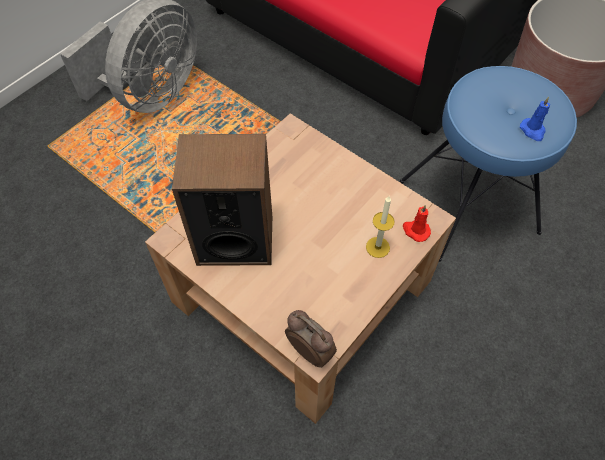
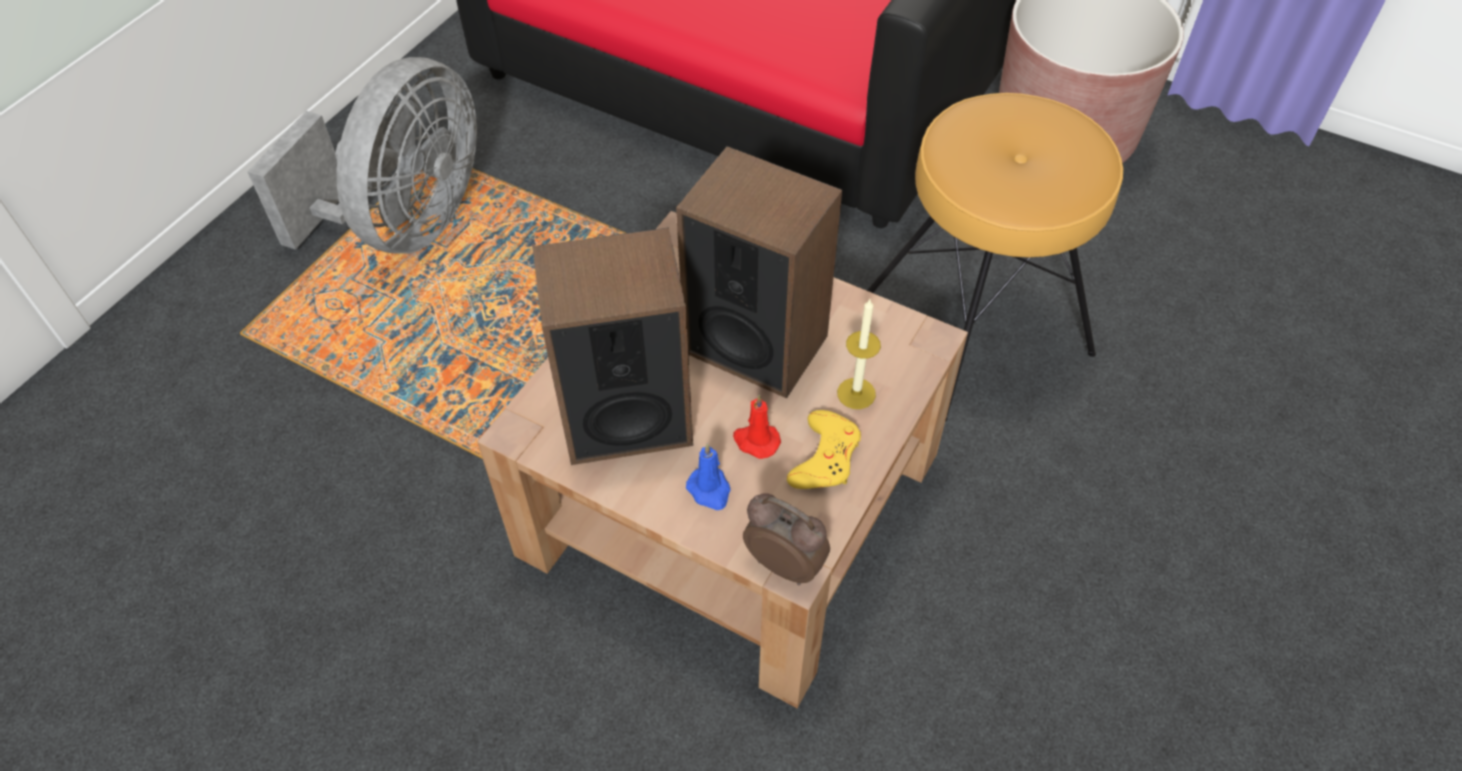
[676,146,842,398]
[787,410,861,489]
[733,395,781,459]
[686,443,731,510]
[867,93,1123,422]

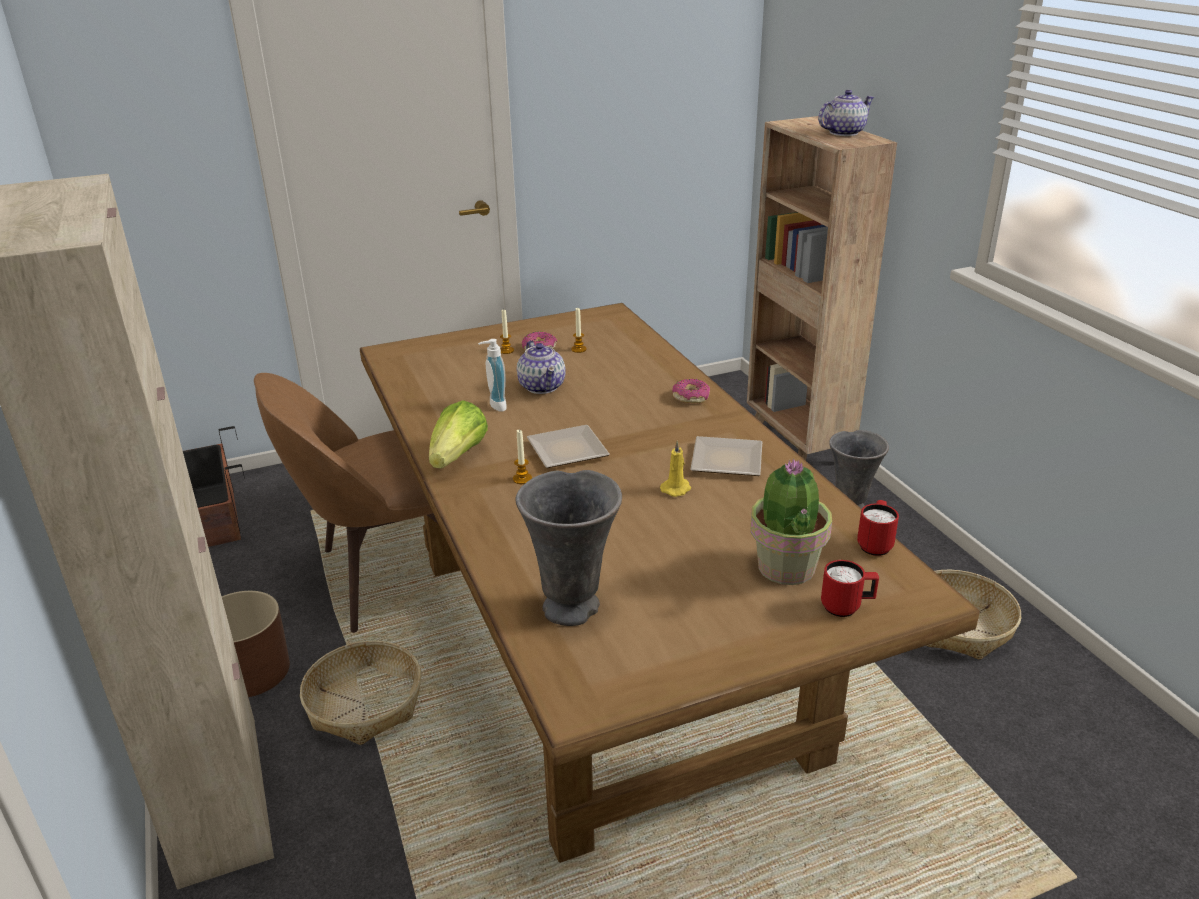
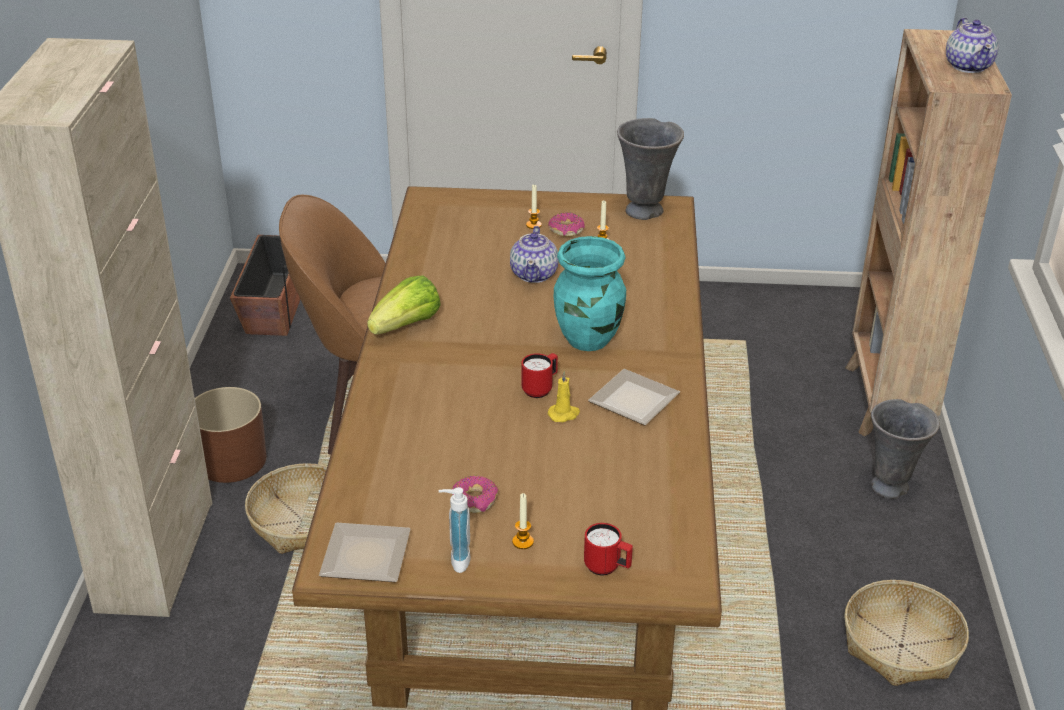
[751,459,832,585] (first image)
[554,236,626,351]
[439,487,471,573]
[512,493,534,549]
[617,118,684,220]
[319,523,411,582]
[452,476,498,514]
[521,353,558,398]
[946,17,999,73]

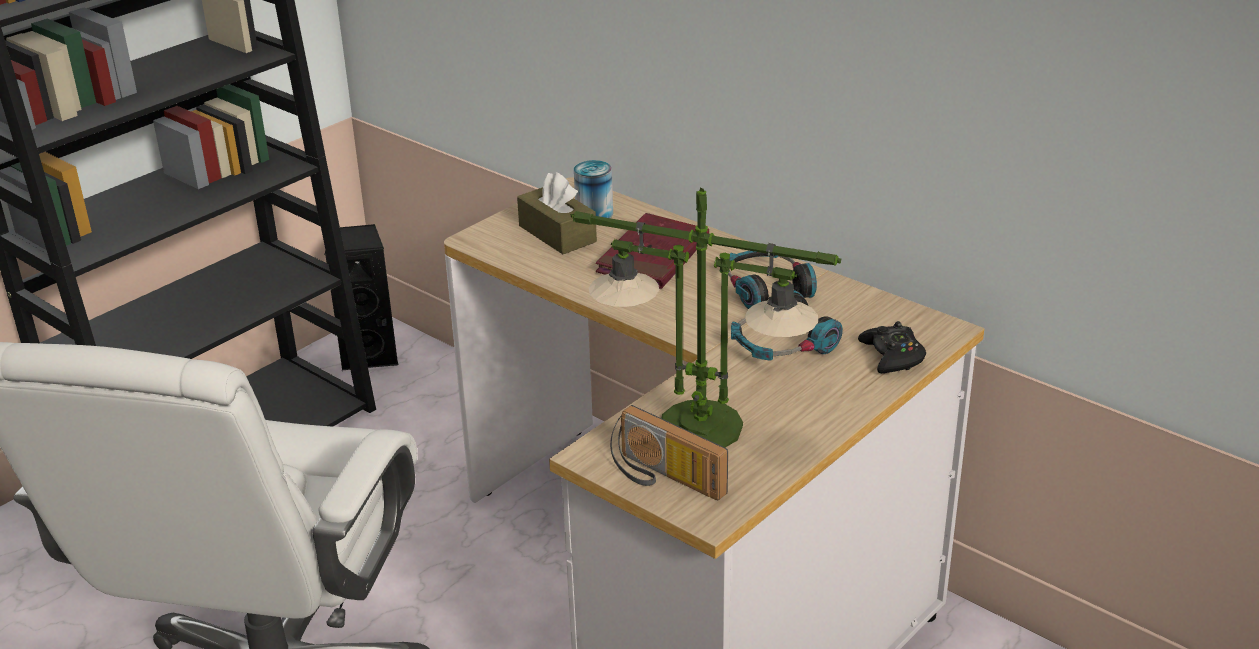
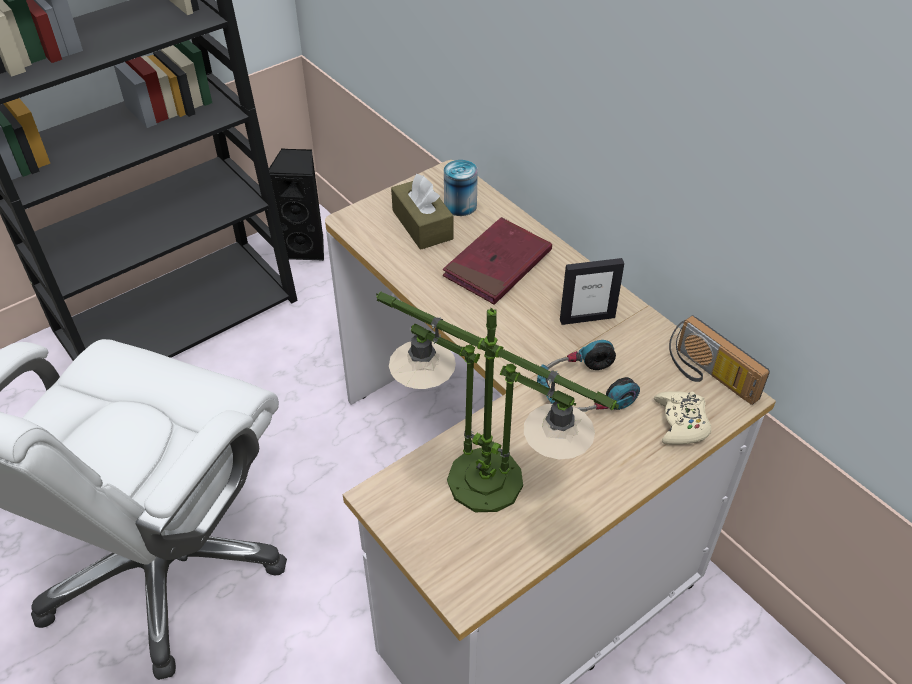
[669,315,770,405]
[560,258,624,325]
[654,391,711,444]

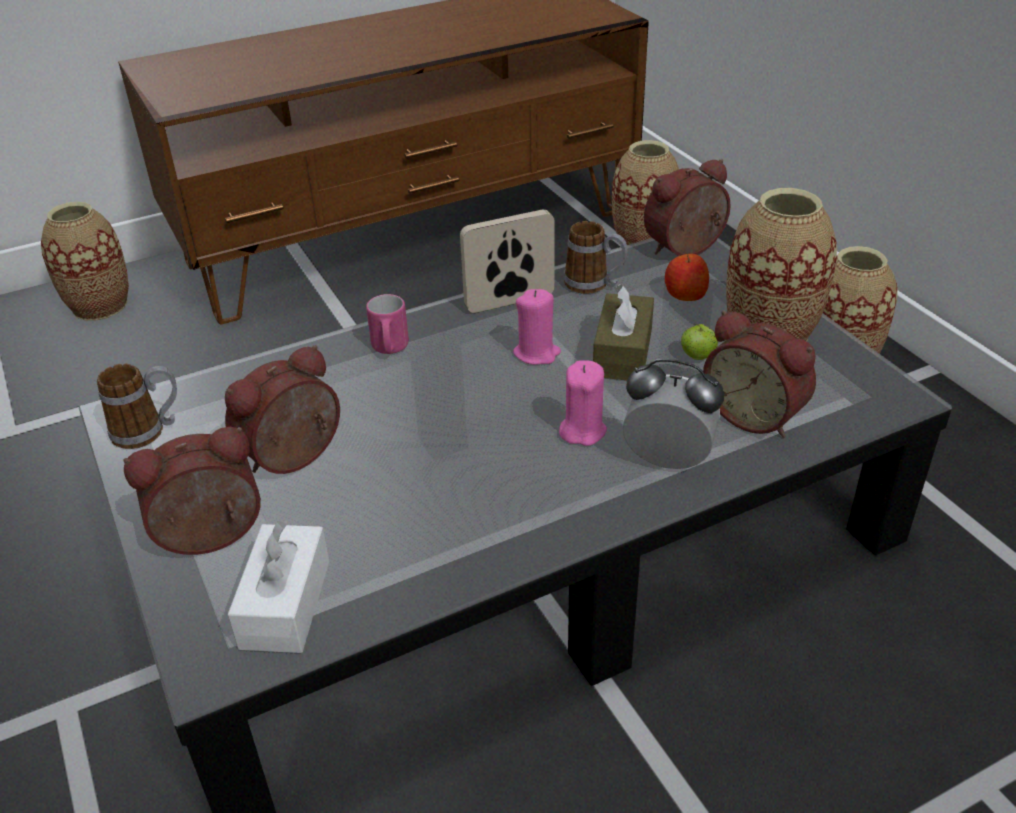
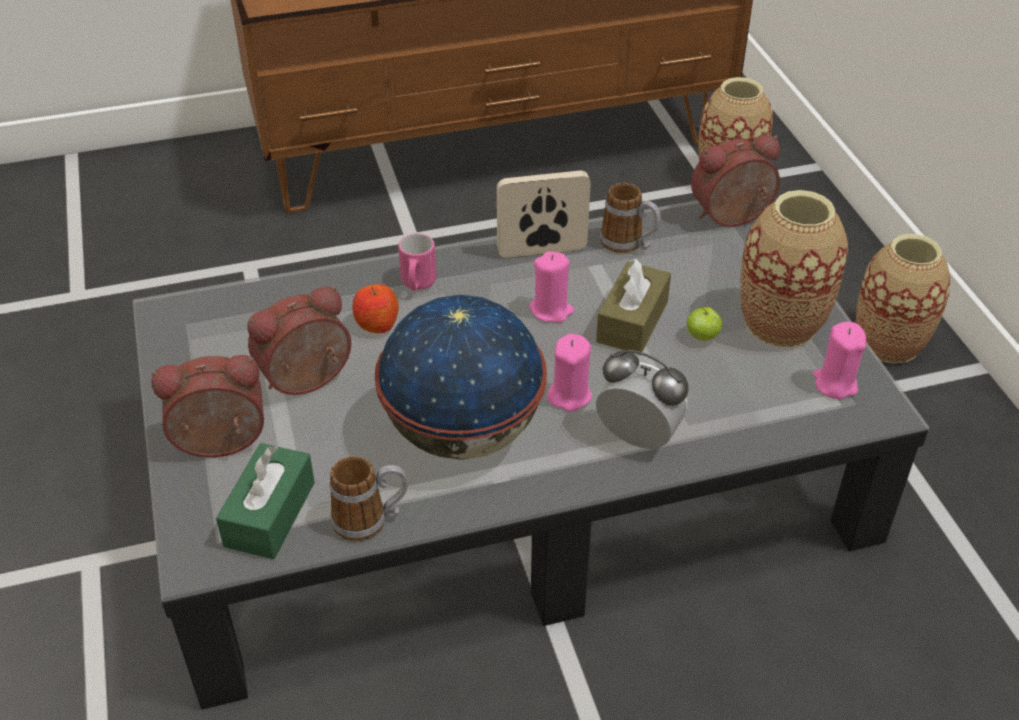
[41,202,129,320] (first image)
[703,310,816,438] (first image)
[375,295,547,460]
[813,322,866,399]
[329,456,407,541]
[352,284,399,333]
[216,443,315,559]

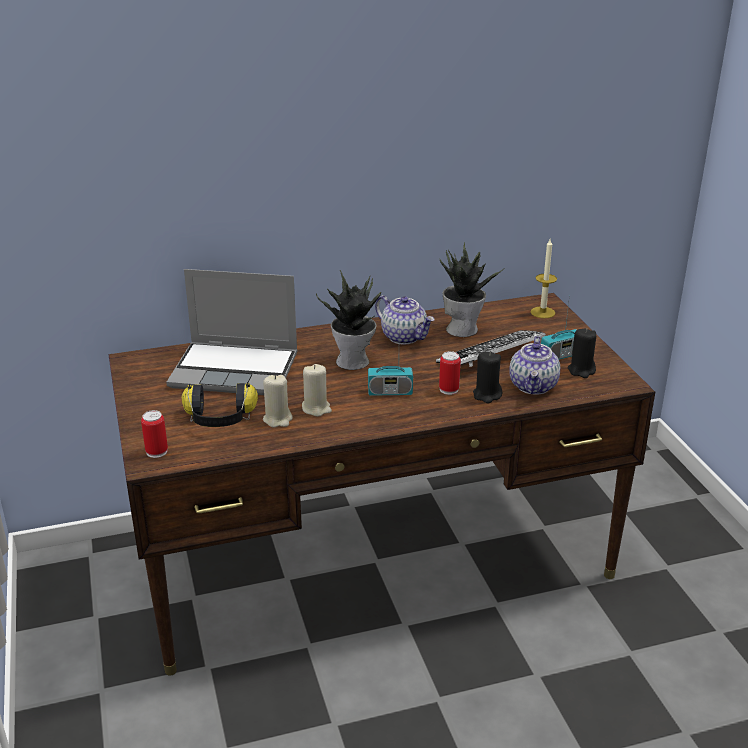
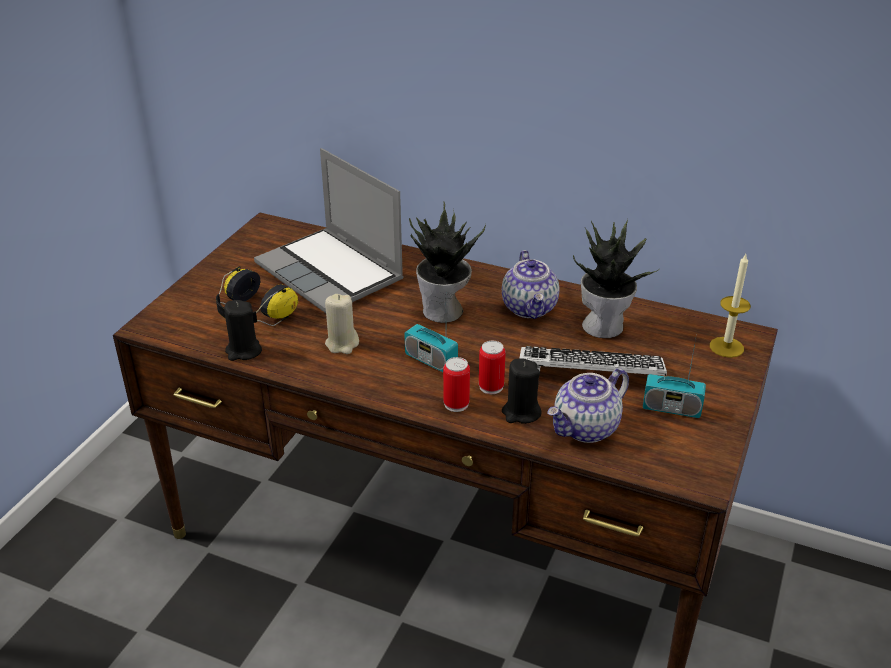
[263,375,293,427] (first image)
[443,357,470,412]
[224,300,262,361]

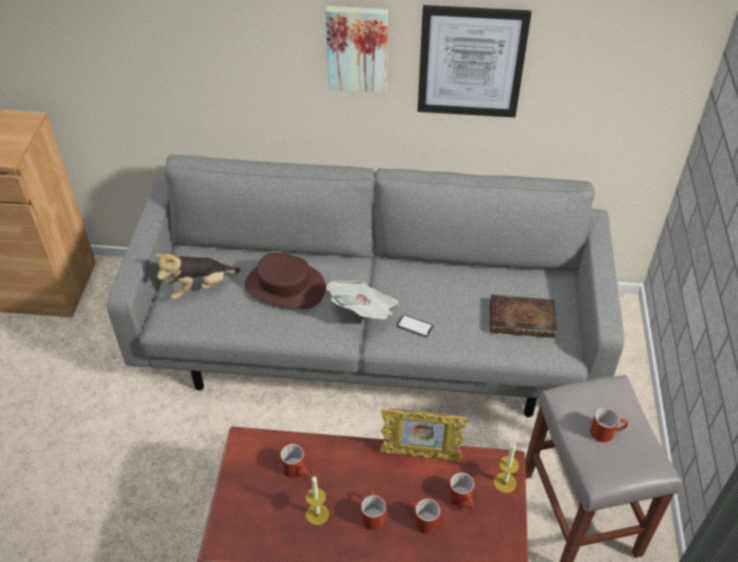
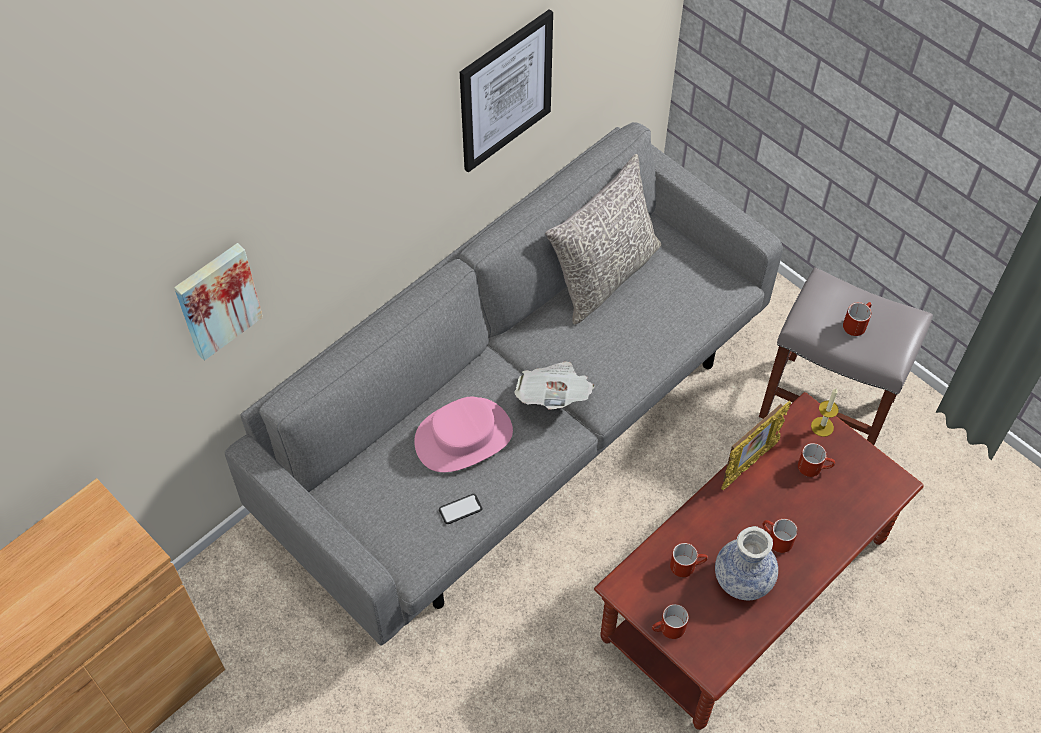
[155,254,241,300] (first image)
[490,295,557,338] (first image)
[545,154,662,325]
[174,243,263,361]
[439,494,483,524]
[652,604,689,639]
[715,526,778,600]
[414,397,513,472]

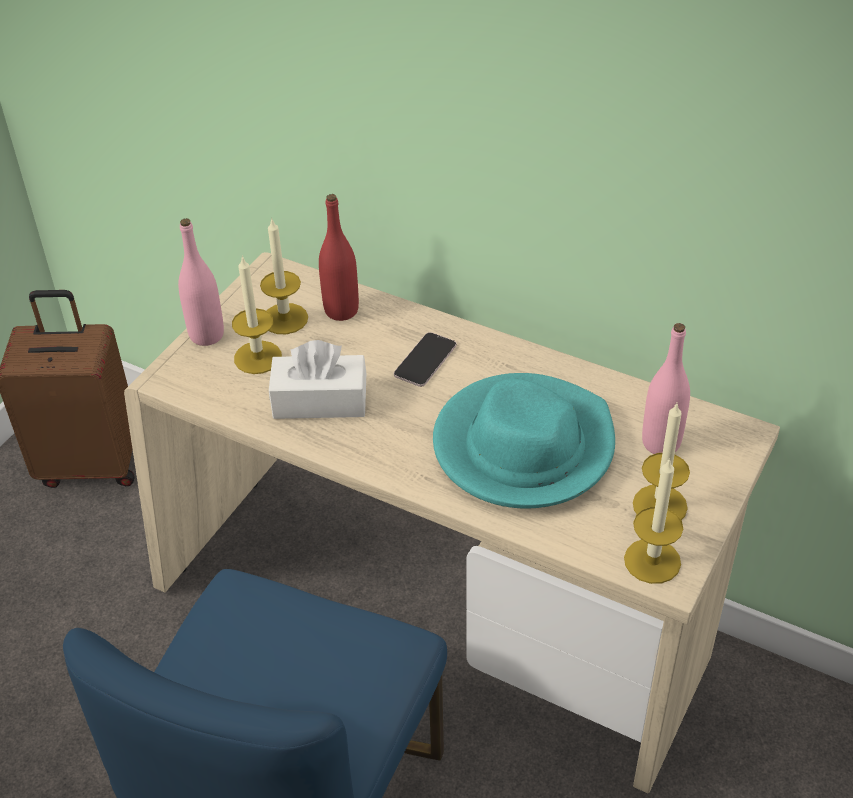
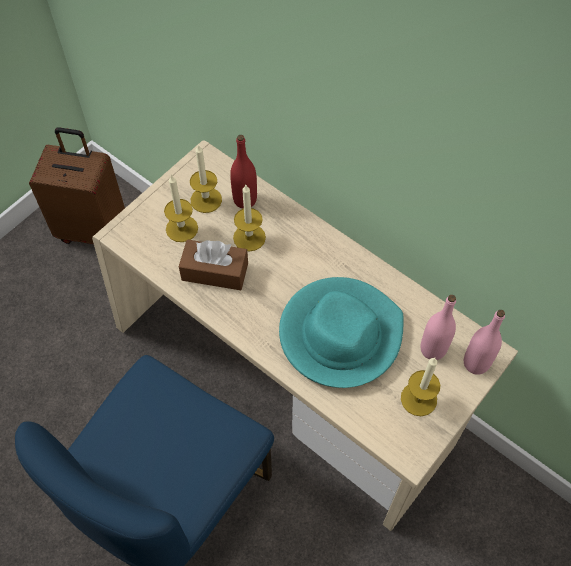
[394,332,456,387] (first image)
[464,310,505,375]
[233,185,266,252]
[179,240,248,290]

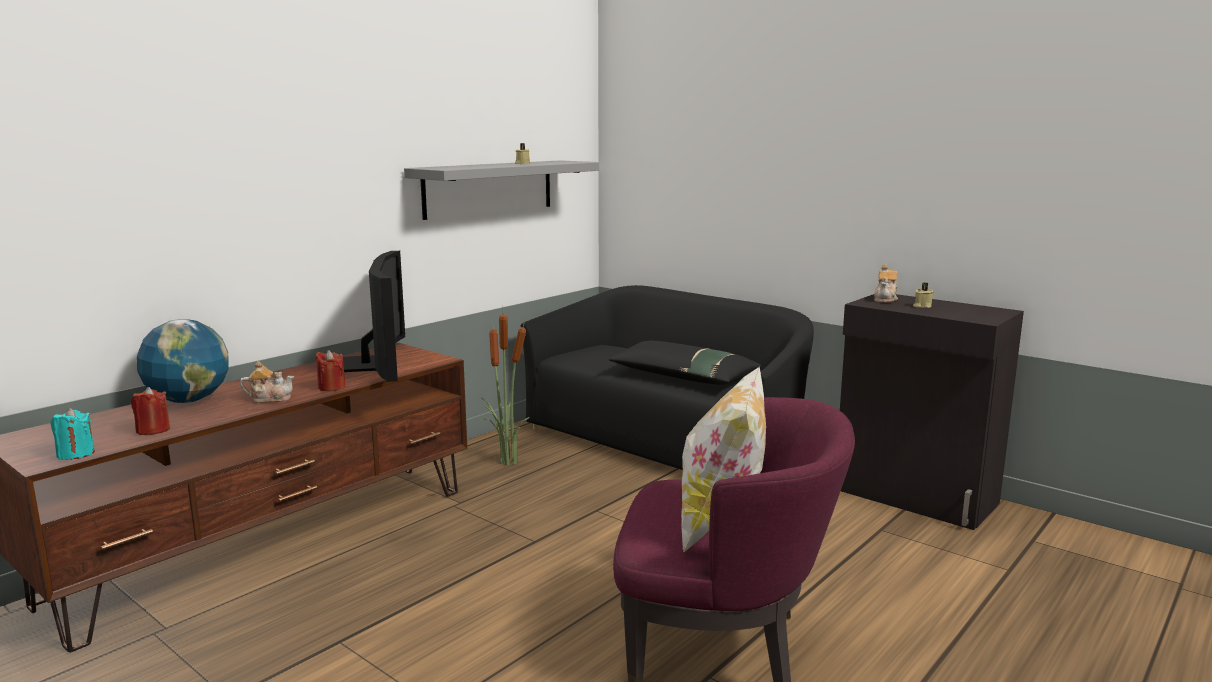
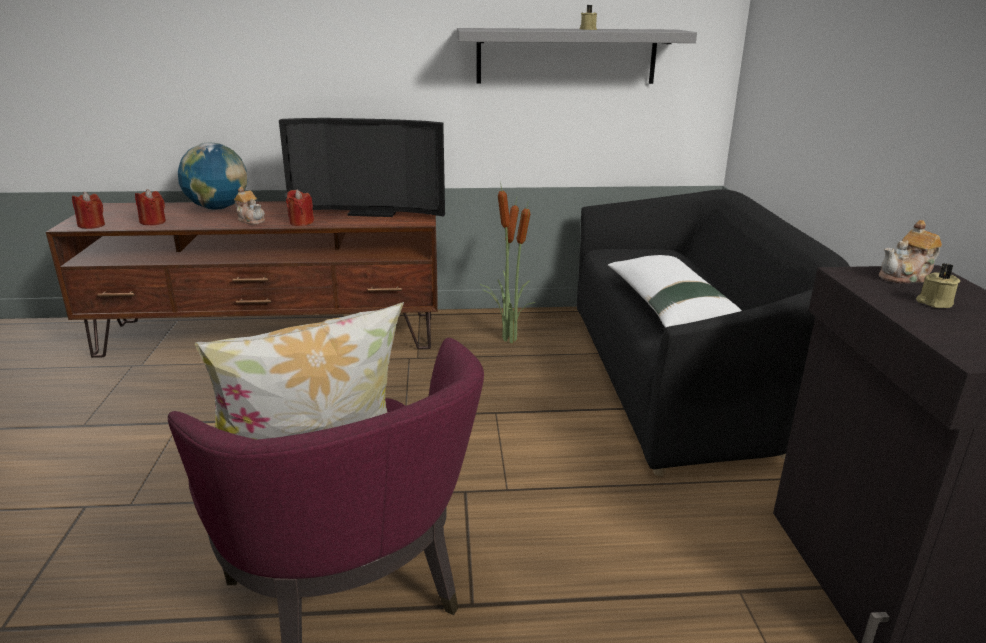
[72,192,105,229]
[608,255,742,328]
[279,118,445,217]

